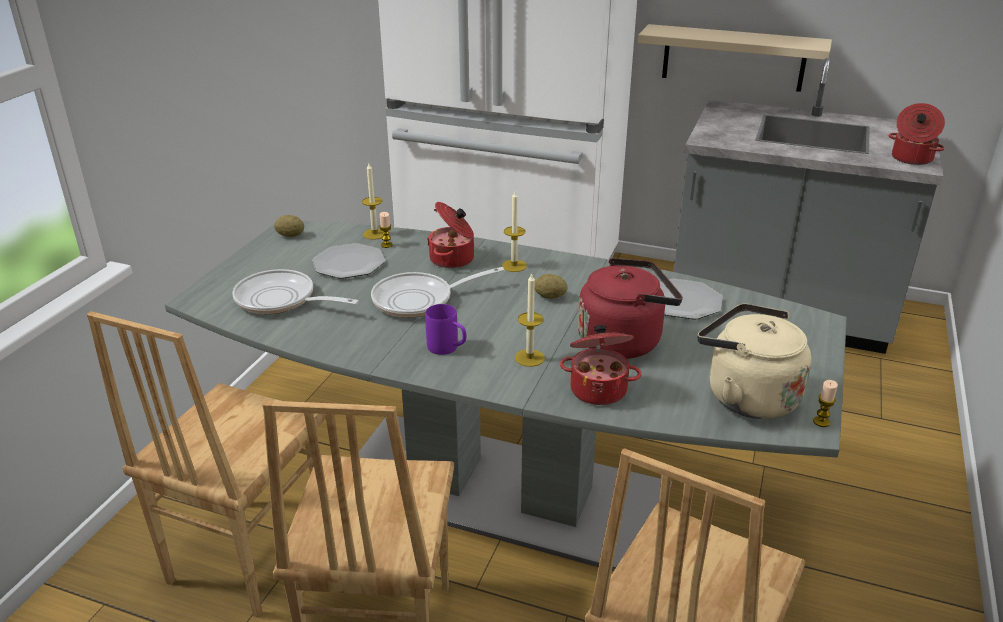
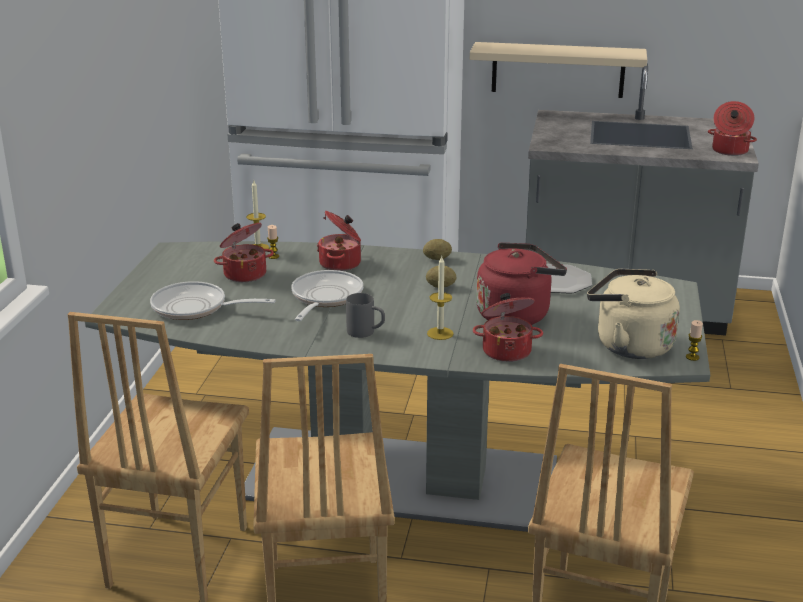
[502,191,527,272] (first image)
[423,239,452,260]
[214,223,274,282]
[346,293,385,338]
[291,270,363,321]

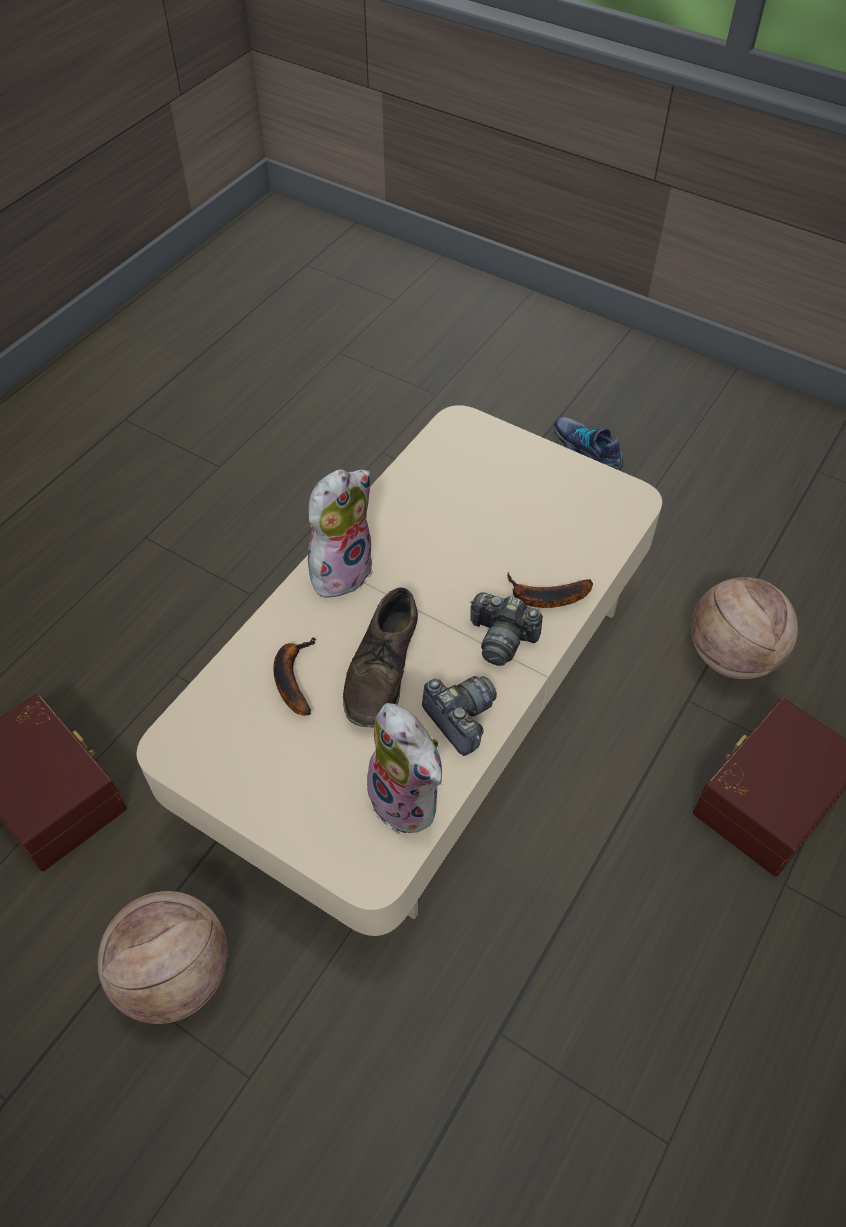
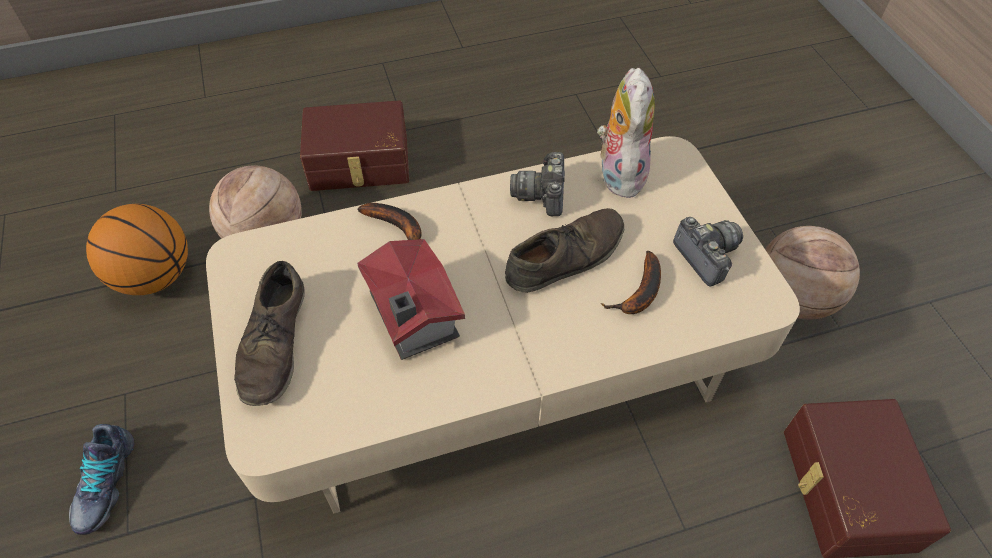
[308,469,373,603] (first image)
[86,204,188,295]
[234,261,305,406]
[357,239,465,360]
[673,217,743,287]

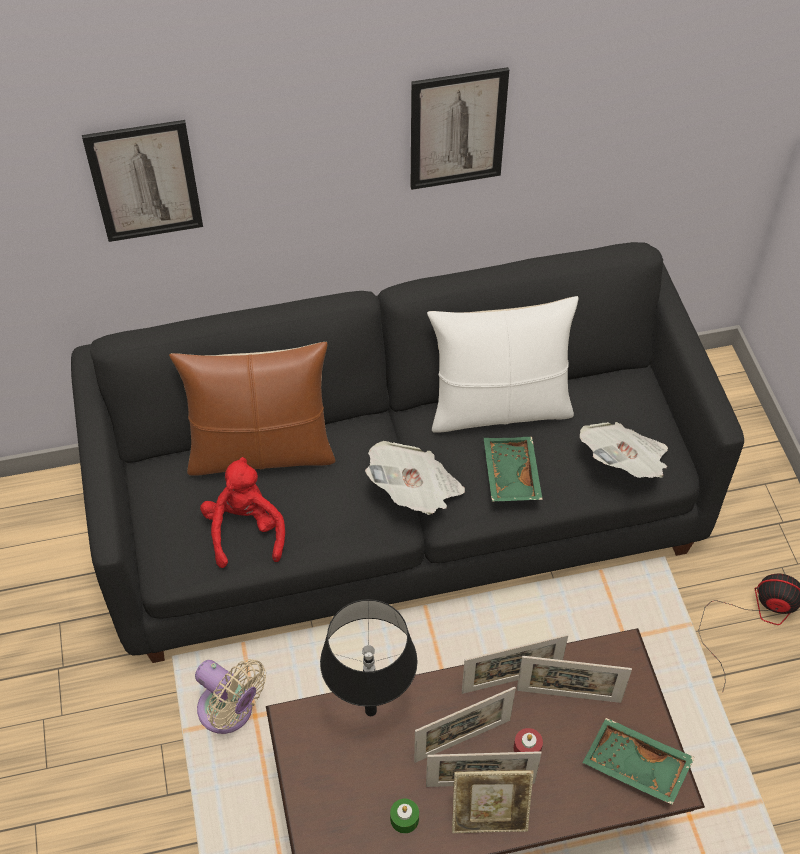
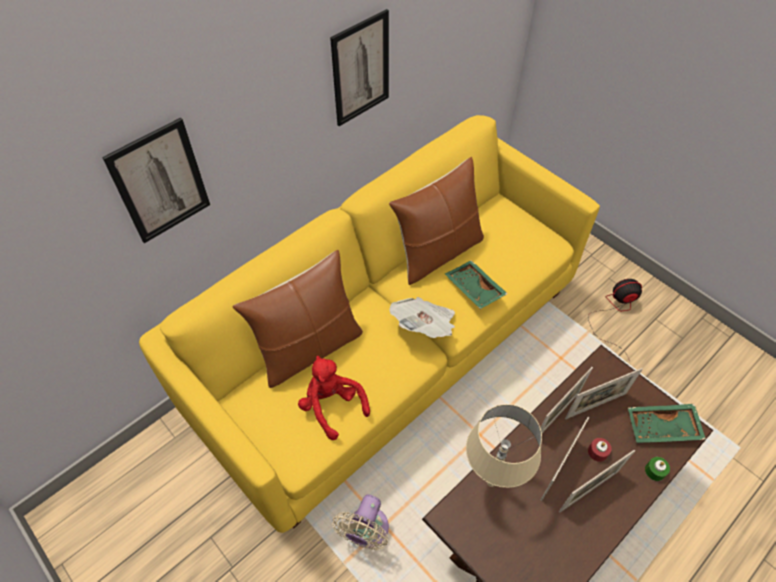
[452,770,534,833] (first image)
[580,422,668,478] (first image)
[645,457,670,481]
[139,115,600,533]
[466,404,542,488]
[389,157,484,285]
[332,495,389,550]

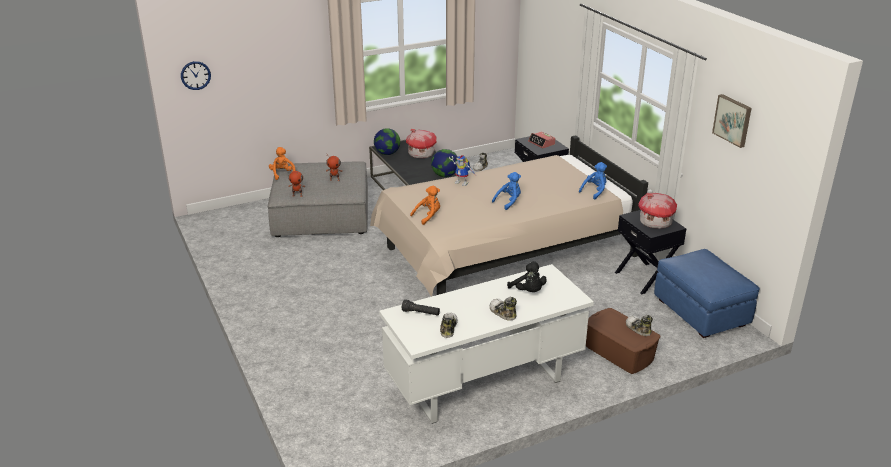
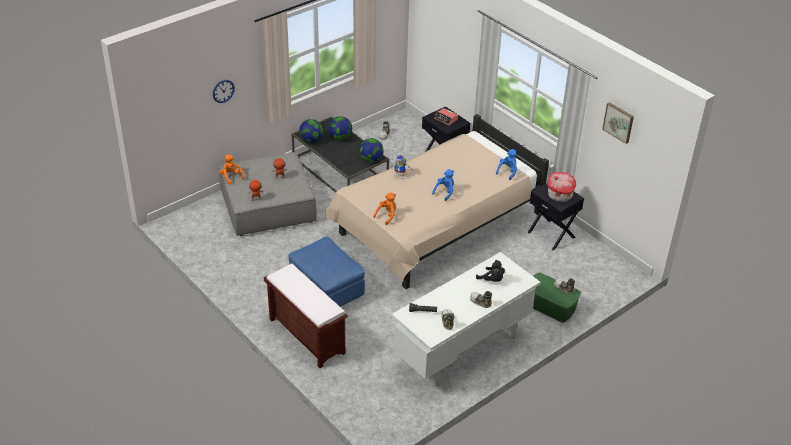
[264,264,348,368]
[213,80,235,103]
[289,236,365,307]
[329,116,352,140]
[533,273,581,323]

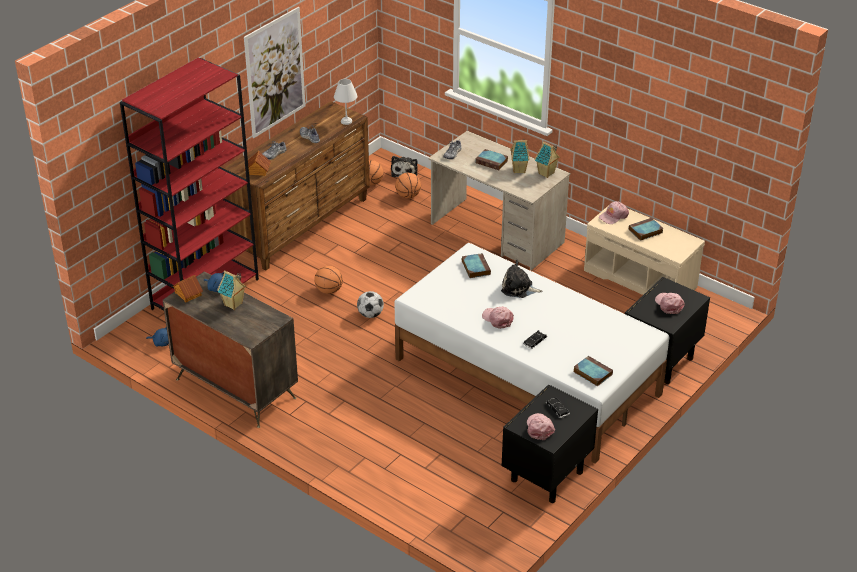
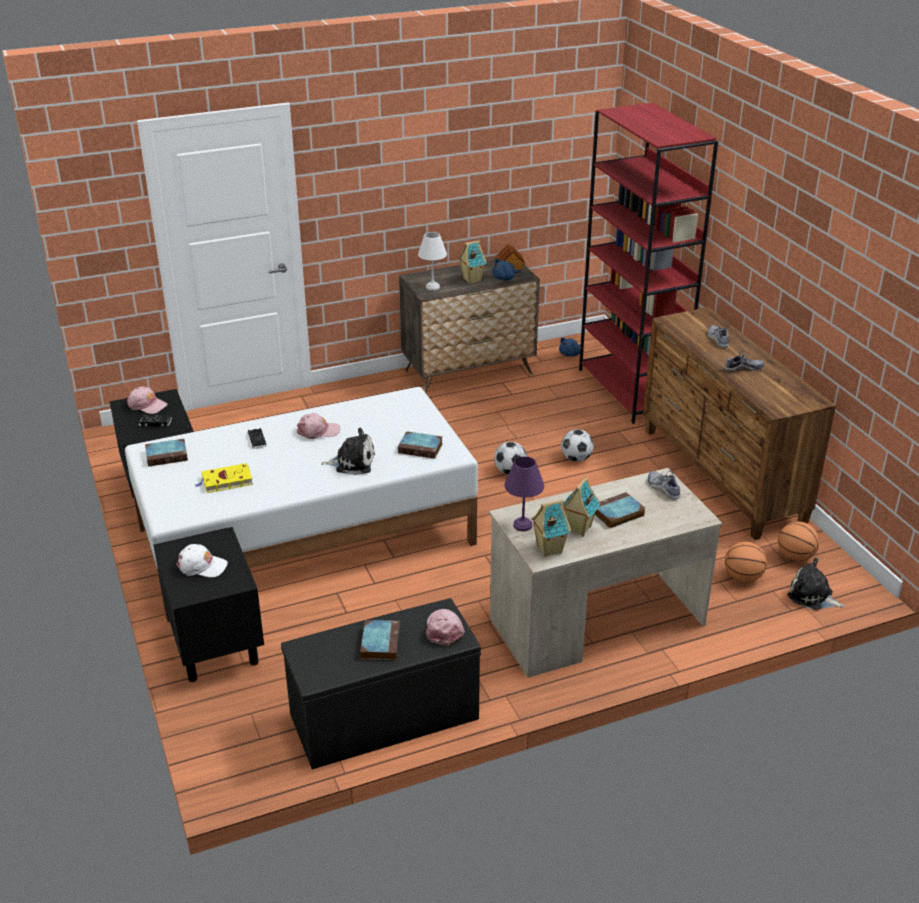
[244,7,306,138] (first image)
[245,151,271,176] (first image)
[195,463,253,493]
[504,456,544,531]
[418,232,447,291]
[561,429,594,462]
[281,598,481,769]
[176,544,228,577]
[321,428,375,475]

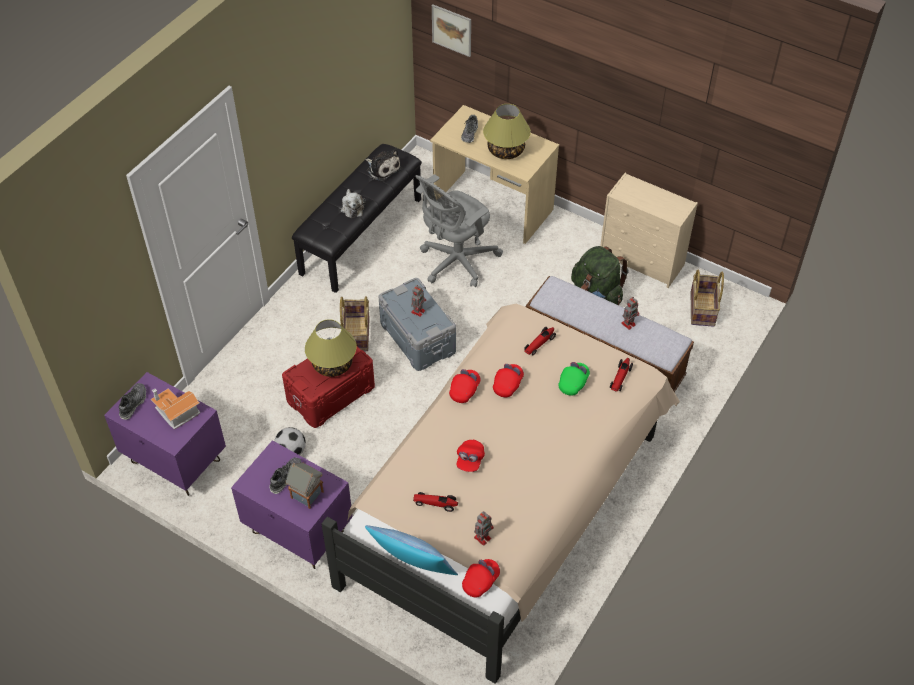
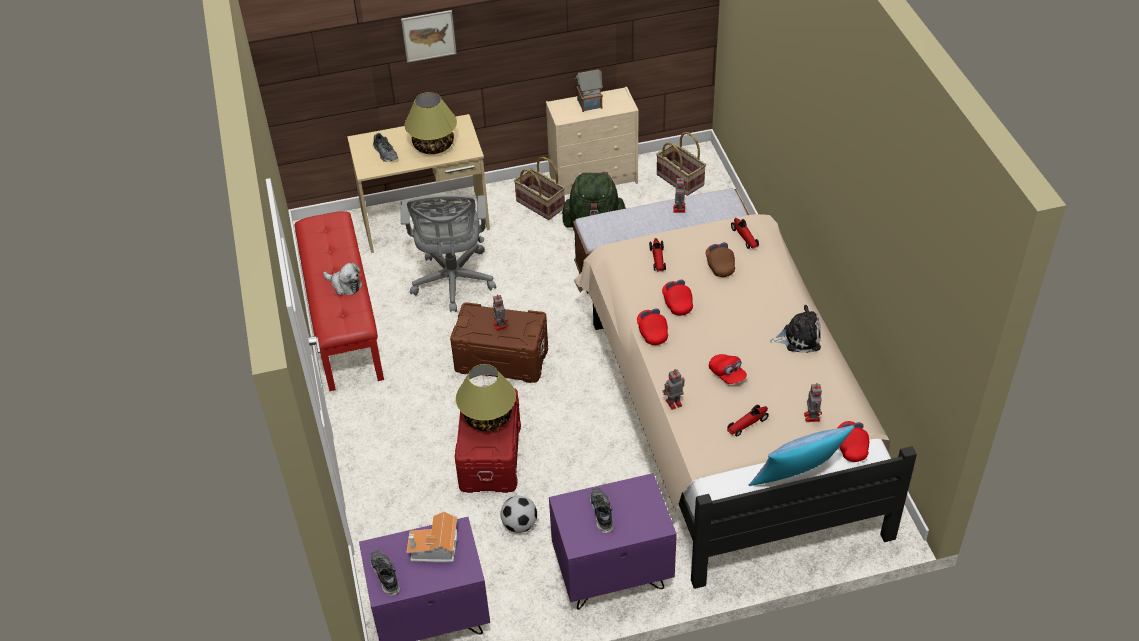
[663,370,685,410]
[574,69,603,112]
[514,157,565,220]
[770,305,821,353]
[401,10,457,63]
[295,211,384,391]
[450,302,548,383]
[705,242,735,277]

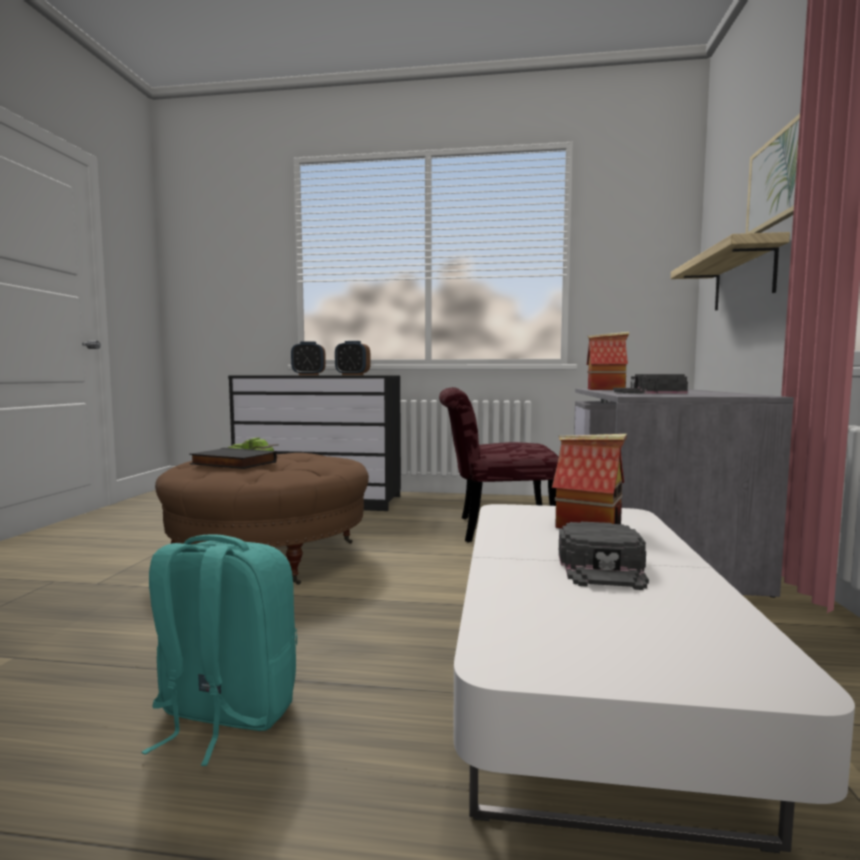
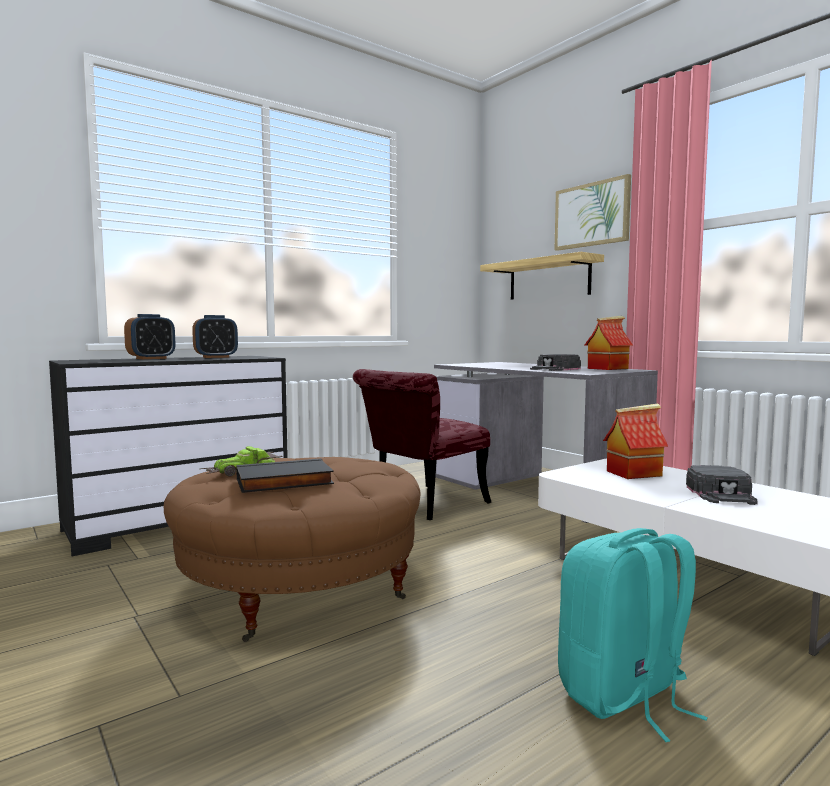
[585,316,633,370]
[686,465,758,505]

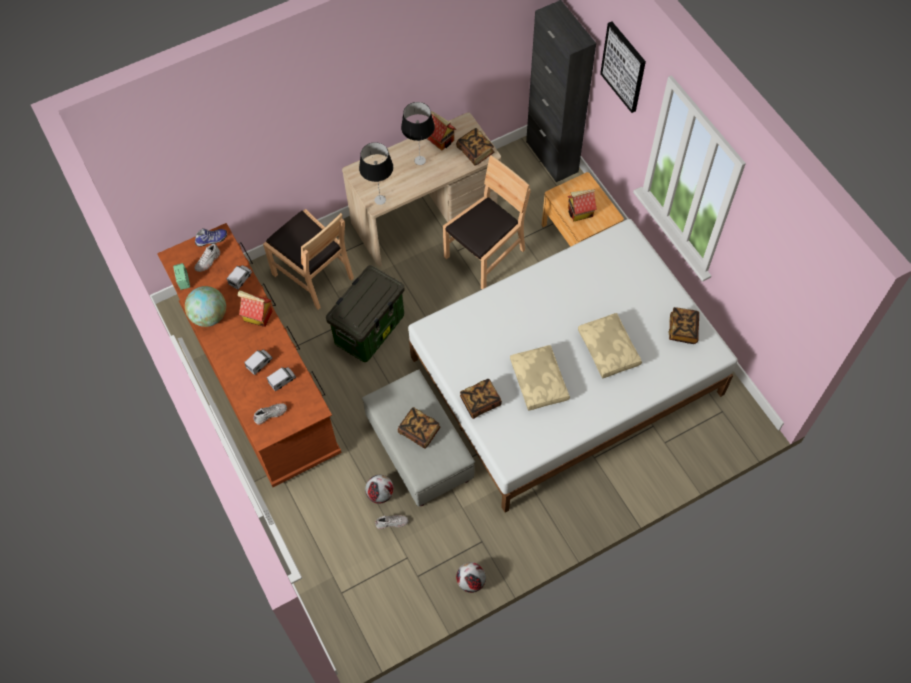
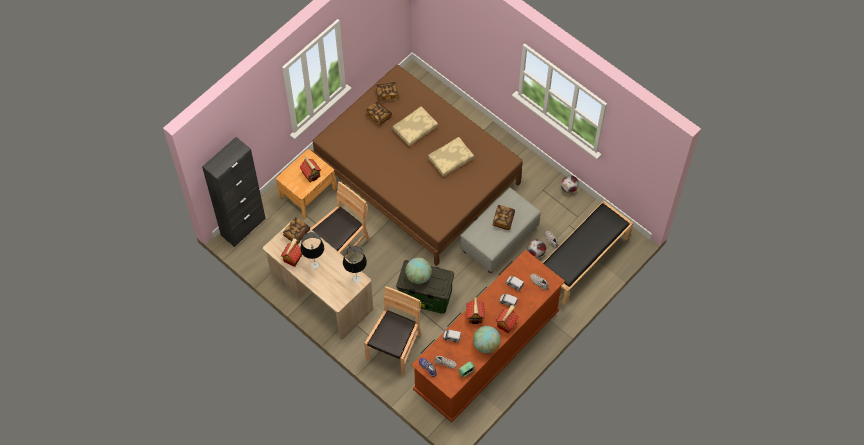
[600,22,646,113] (first image)
[405,257,432,284]
[496,305,519,333]
[543,201,633,305]
[366,101,392,126]
[312,65,523,266]
[310,181,370,258]

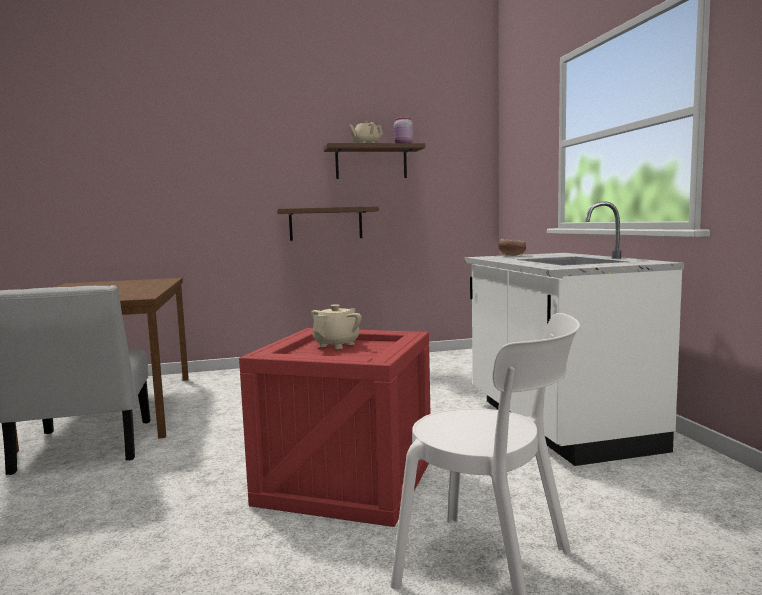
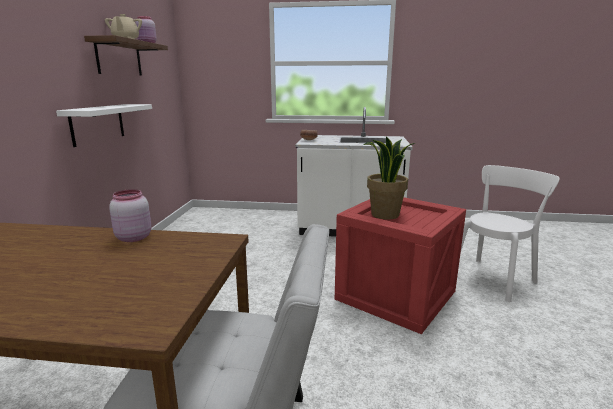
[109,189,152,242]
[363,136,415,220]
[56,104,152,147]

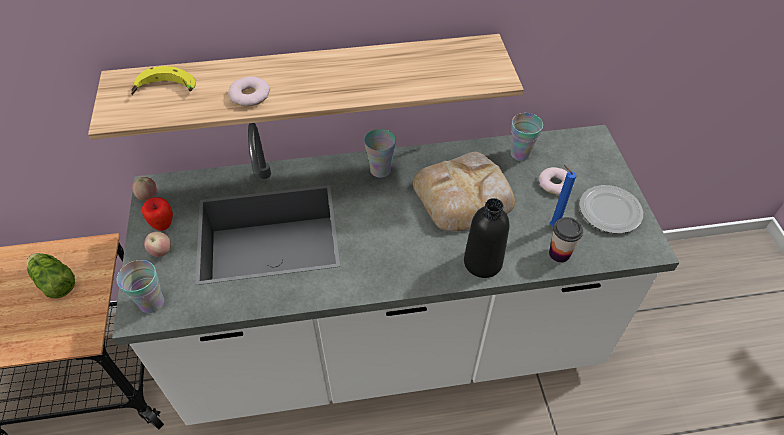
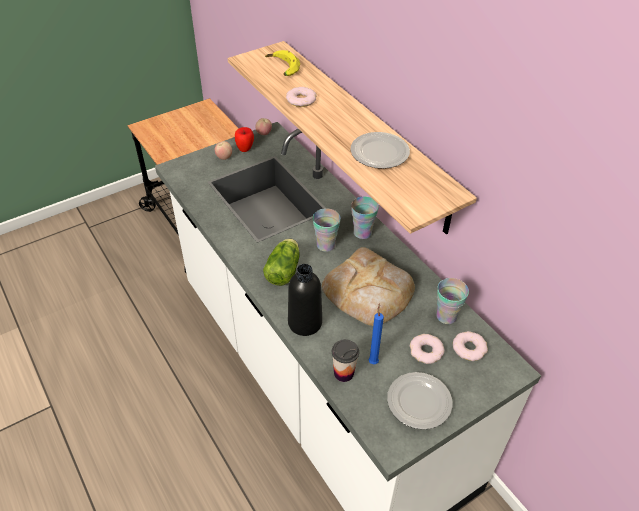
[350,132,410,169]
[453,331,488,361]
[263,239,300,286]
[313,208,341,252]

